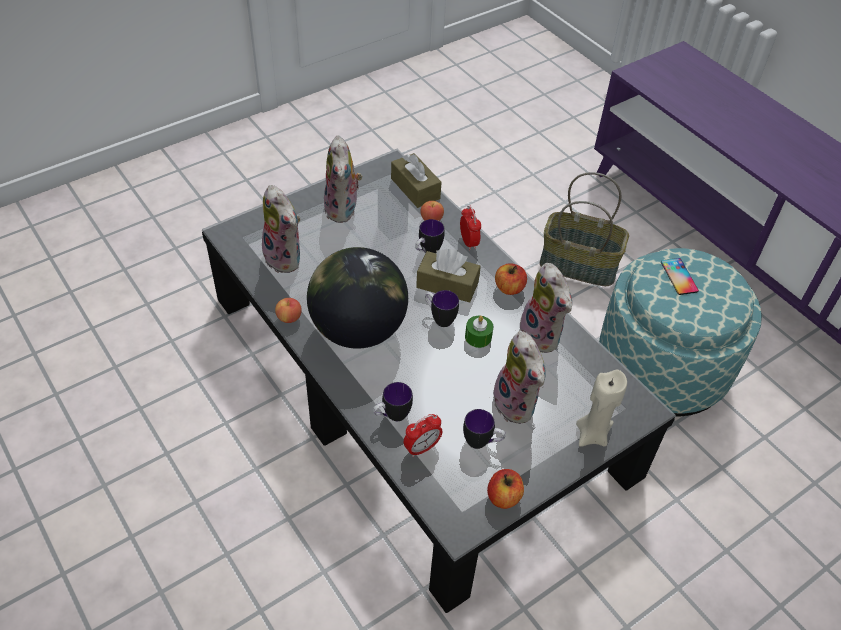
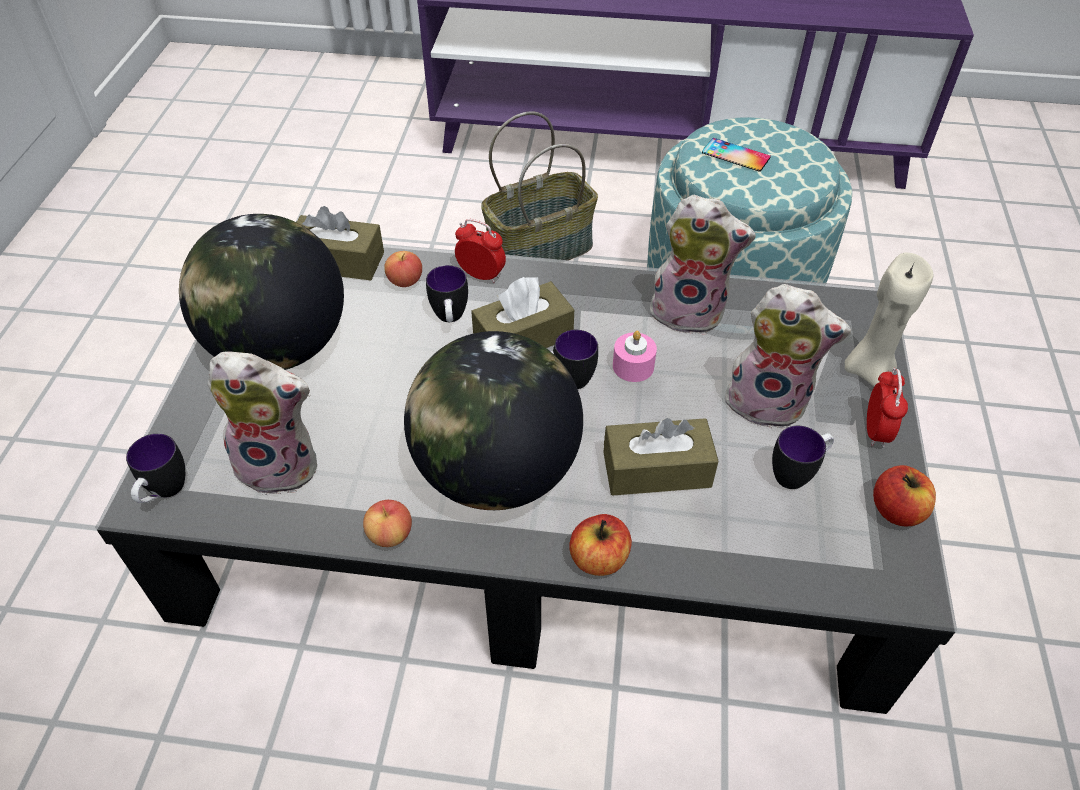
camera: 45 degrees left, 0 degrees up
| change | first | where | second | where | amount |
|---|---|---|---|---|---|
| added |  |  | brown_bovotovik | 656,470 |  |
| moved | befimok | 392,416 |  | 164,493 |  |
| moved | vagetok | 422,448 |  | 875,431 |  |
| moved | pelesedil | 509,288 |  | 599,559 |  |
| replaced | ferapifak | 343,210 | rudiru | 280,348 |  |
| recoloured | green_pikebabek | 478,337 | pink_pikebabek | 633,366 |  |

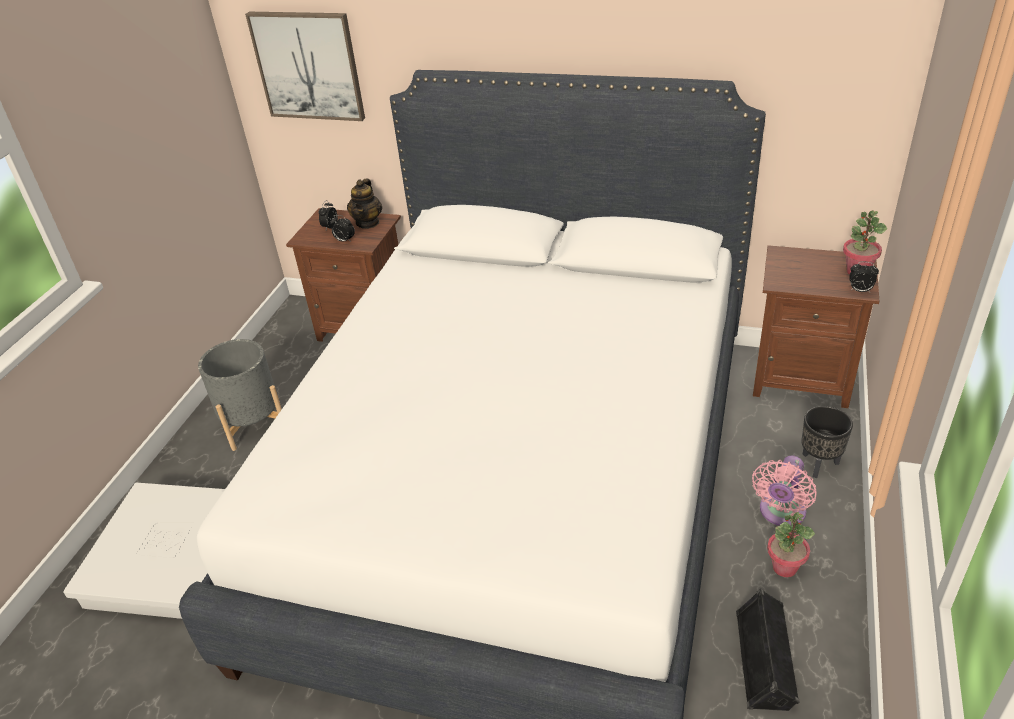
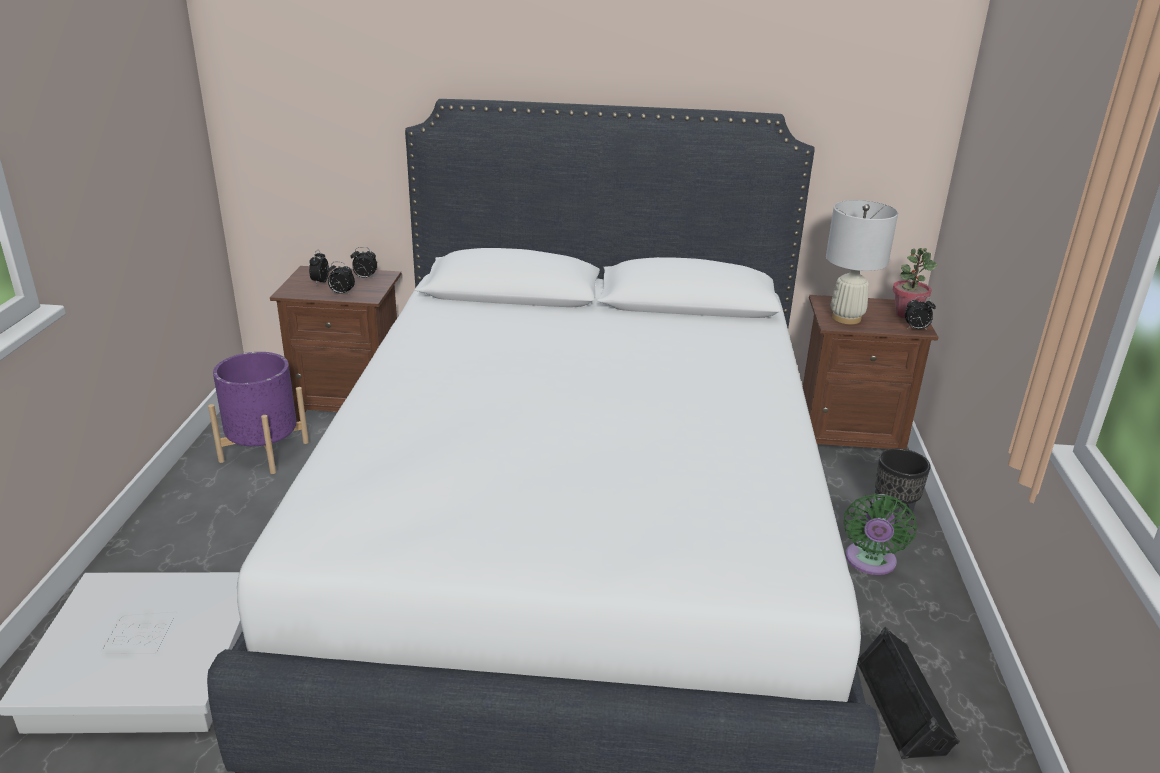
camera: 15 degrees left, 10 degrees down
| change | first | where | second | where | amount |
|---|---|---|---|---|---|
| removed | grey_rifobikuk | 253,424 |  |  |  |
| removed | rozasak | 308,66 |  |  |  |
| removed | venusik | 784,567 |  |  |  |
| added |  |  | purple_rifobikuk | 264,451 |  |
| added |  |  | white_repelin | 846,318 |  |
| replaced | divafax | 368,223 | vagetok | 365,278 |  |
| recoloured | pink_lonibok | 780,513 | green_lonibok | 870,562 |  |

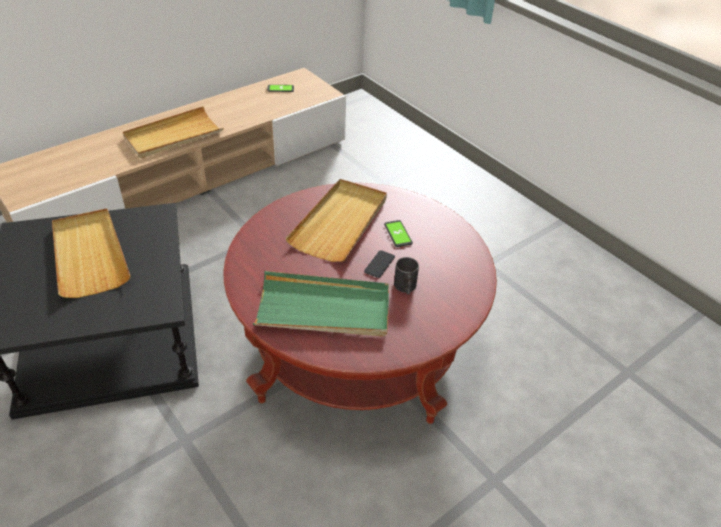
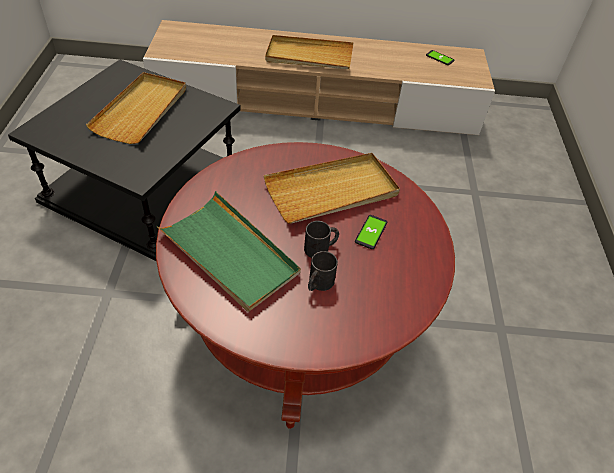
camera: 40 degrees right, 5 degrees up
| change | first | where | second | where | amount |
|---|---|---|---|---|---|
| replaced | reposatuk | 379,264 | black_befimok | 321,248 |  |

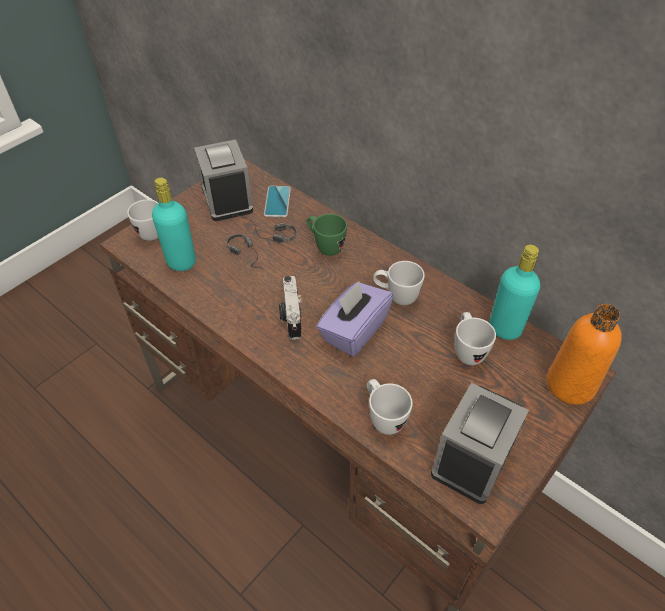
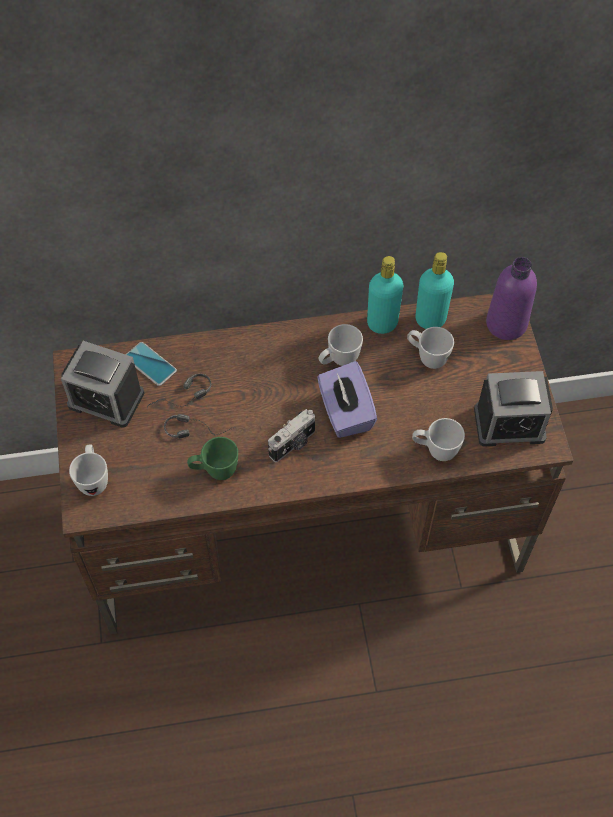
camera: 50 degrees left, 10 degrees up
| change | first | where | second | where | amount |
|---|---|---|---|---|---|
| moved | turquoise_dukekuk | 181,262 |  | 382,323 |  |
| moved | green_befimok | 325,246 |  | 214,471 |  |
| recoloured | orange_dukekuk | 570,385 | purple_dukekuk | 506,323 |  |
| turned | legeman | 291,318 |  | 293,444 | 75 degrees counterclockwise |
| turned | vagetok | 472,458 |  | 509,424 | 75 degrees counterclockwise |

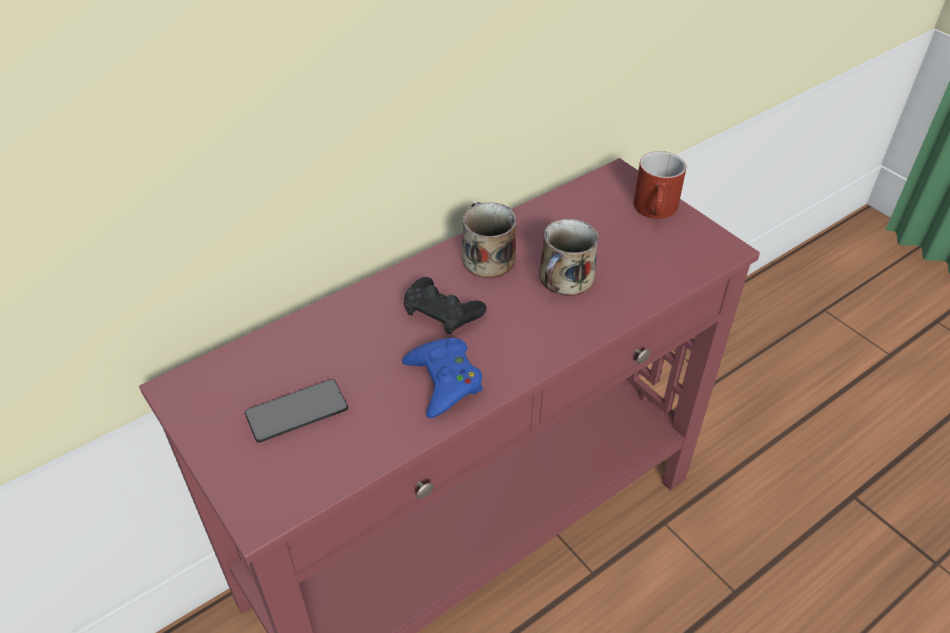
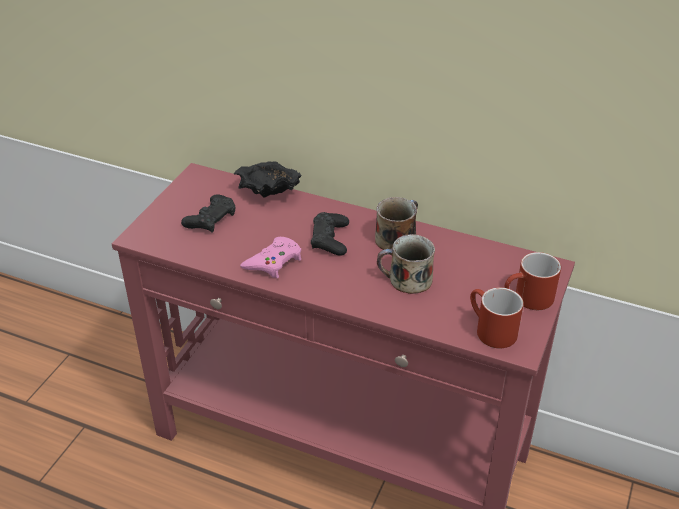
camera: 60 degrees right, 5 degrees down
| change | first | where | second | where | amount |
|---|---|---|---|---|---|
| added |  |  | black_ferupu | 269,195 |  |
| added |  |  | red_befimok | 489,330 |  |
| replaced | reposatuk | 297,412 | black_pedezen | 211,219 |  |
| recoloured | blue_pedezen | 444,381 | pink_pedezen | 274,262 |  |

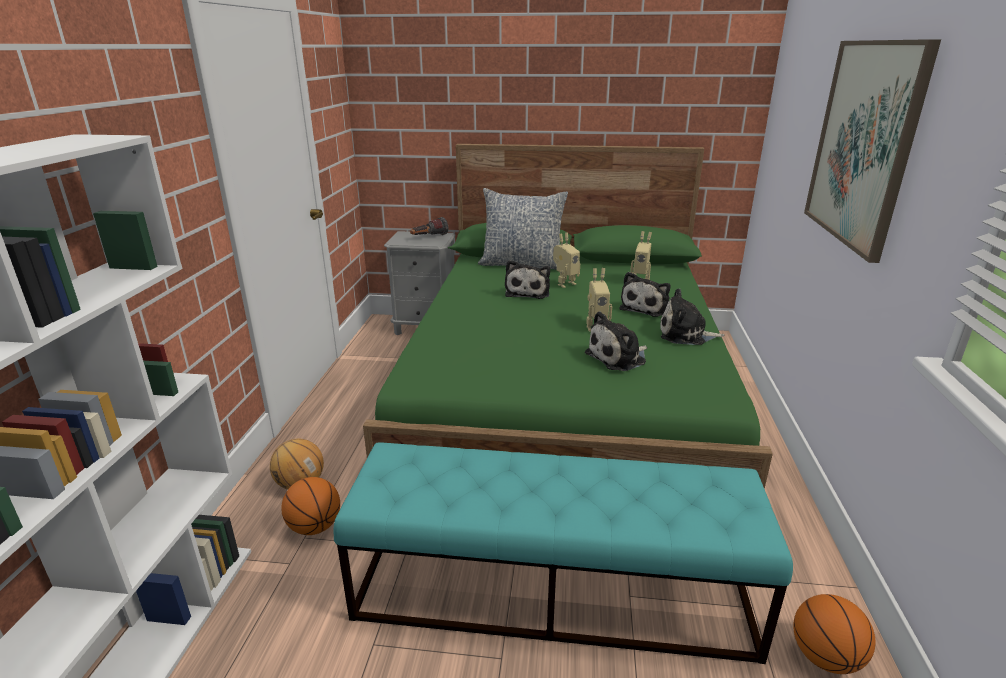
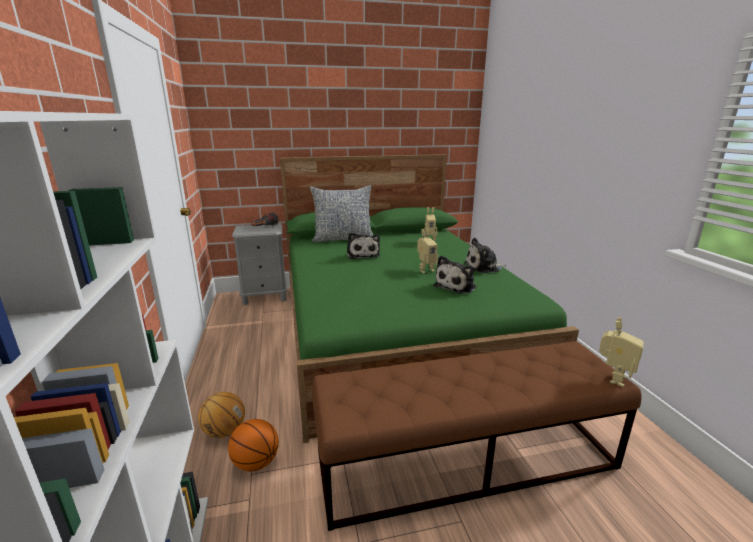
camera: 20 degrees left, 5 degrees down
| change | first | where | second | where | amount |
|---|---|---|---|---|---|
| removed | ferapifak | 646,308 |  |  |  |
| removed | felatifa | 825,657 |  |  |  |
| removed | rozasak | 863,144 |  |  |  |
| moved | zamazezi | 564,284 |  | 613,378 |  |
| recoloured | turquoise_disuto | 554,590 | brown_disuto | 466,459 |  |

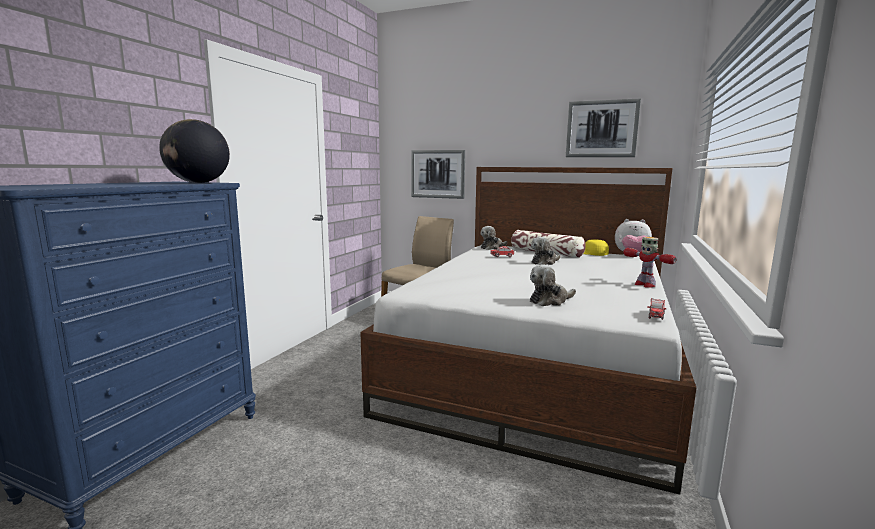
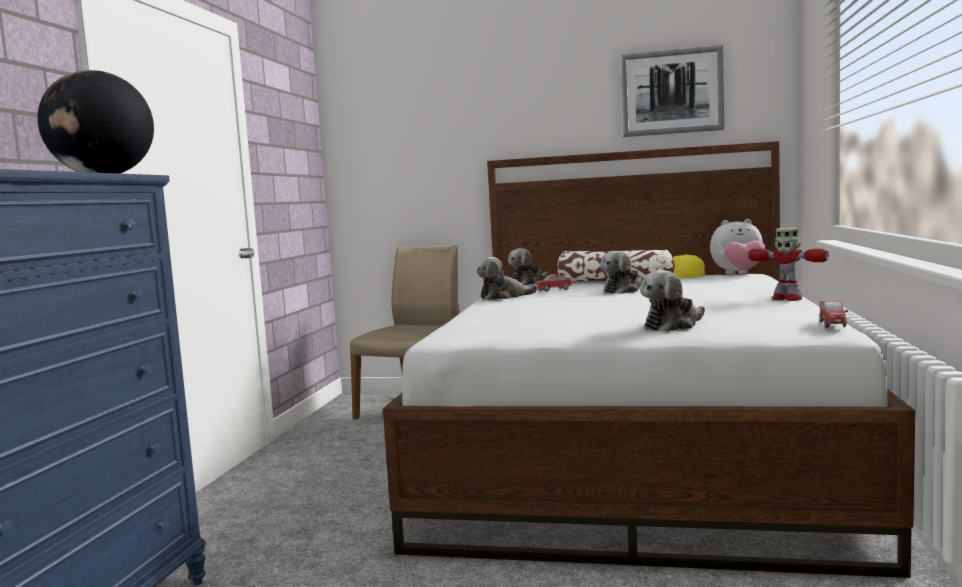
camera: 10 degrees left, 5 degrees down
| change | first | where | second | where | amount |
|---|---|---|---|---|---|
| removed | rozasak | 438,174 |  |  |  |
| added |  |  | ferapifak | 504,297 |  |

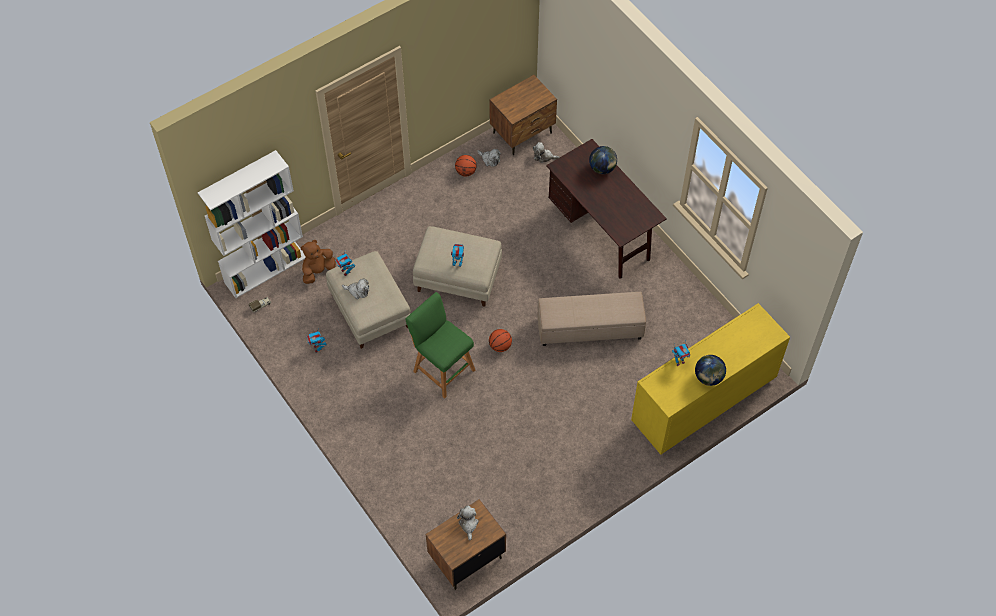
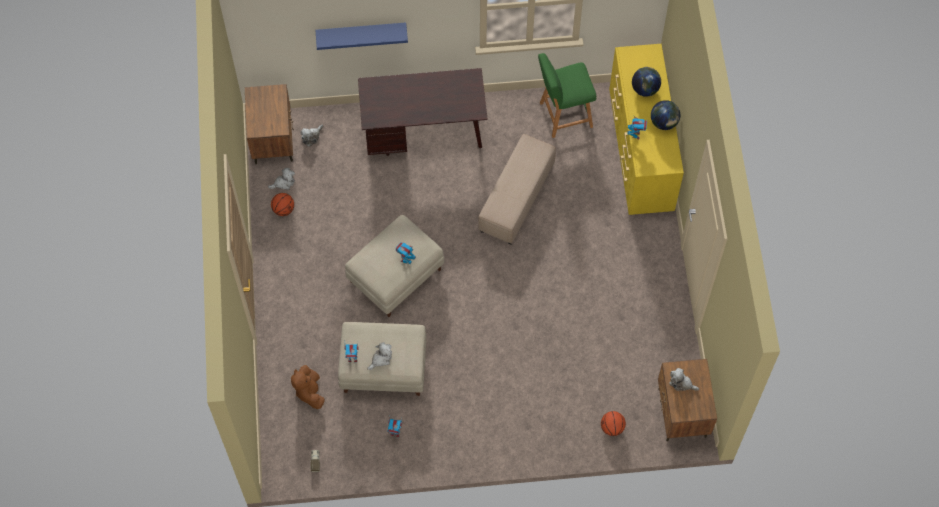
camera: 60 degrees left, 5 degrees up
| change | first | where | second | where | amount |
|---|---|---|---|---|---|
| removed | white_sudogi | 265,269 |  |  |  |
| added |  |  | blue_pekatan | 361,32 |  |
| moved | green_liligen | 442,369 |  | 563,115 |  |
| moved | felatifa | 500,346 |  | 612,427 |  |
| moved | rudiru | 602,168 |  | 645,89 |  |

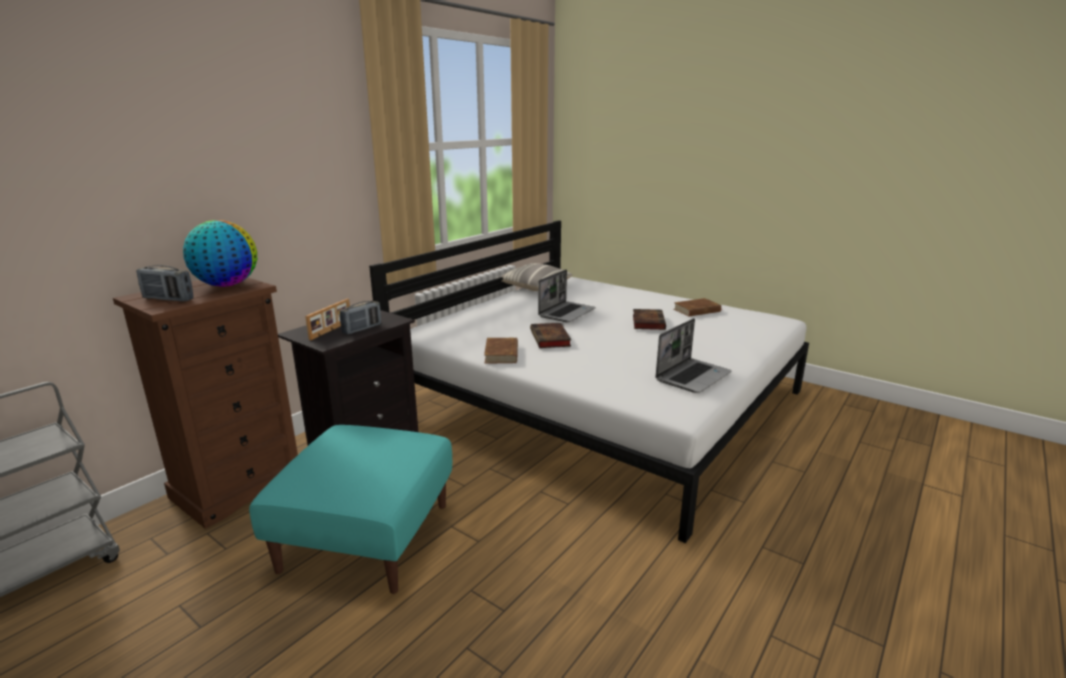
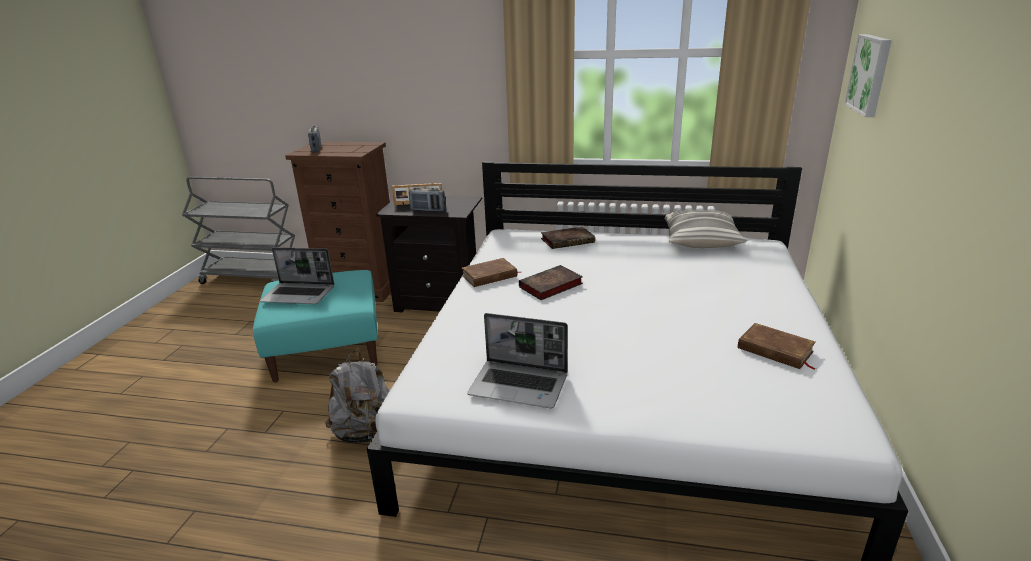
camera: 65 degrees right, 5 degrees up
| change | first | where | second | where | amount |
|---|---|---|---|---|---|
| removed | rudiru | 227,285 |  |  |  |
| added |  |  | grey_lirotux | 366,433 |  |
| added |  |  | rozasak | 870,74 |  |
| moved | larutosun | 567,313 |  | 299,294 |  |
| moved | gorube | 647,322 |  | 568,240 |  |

